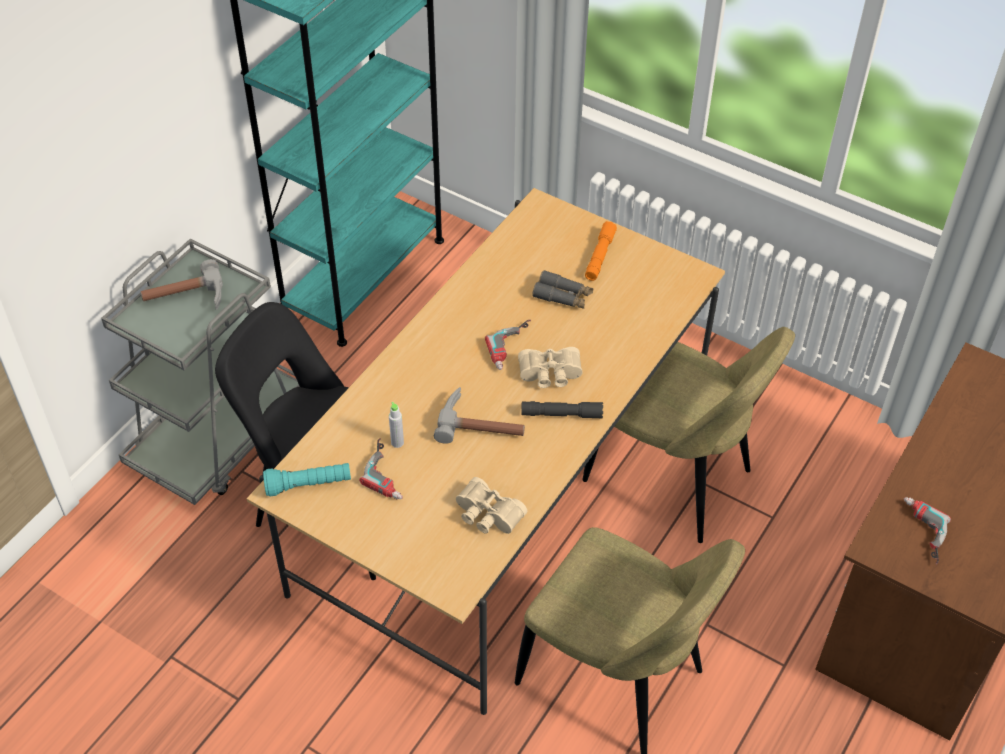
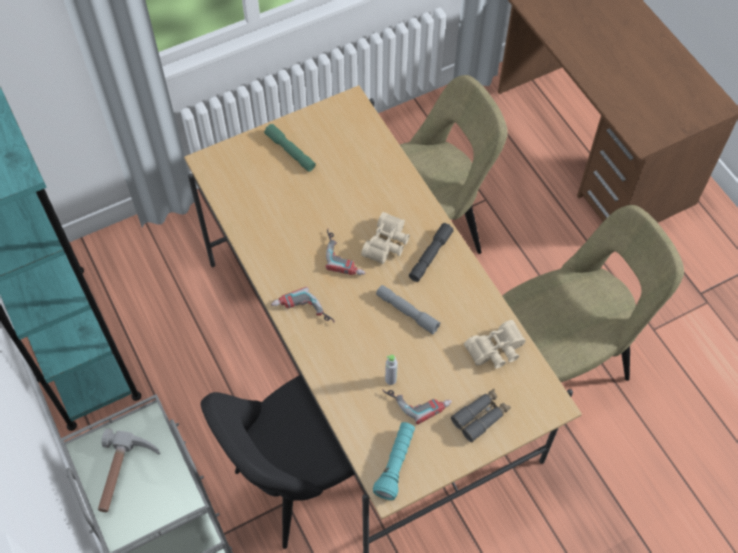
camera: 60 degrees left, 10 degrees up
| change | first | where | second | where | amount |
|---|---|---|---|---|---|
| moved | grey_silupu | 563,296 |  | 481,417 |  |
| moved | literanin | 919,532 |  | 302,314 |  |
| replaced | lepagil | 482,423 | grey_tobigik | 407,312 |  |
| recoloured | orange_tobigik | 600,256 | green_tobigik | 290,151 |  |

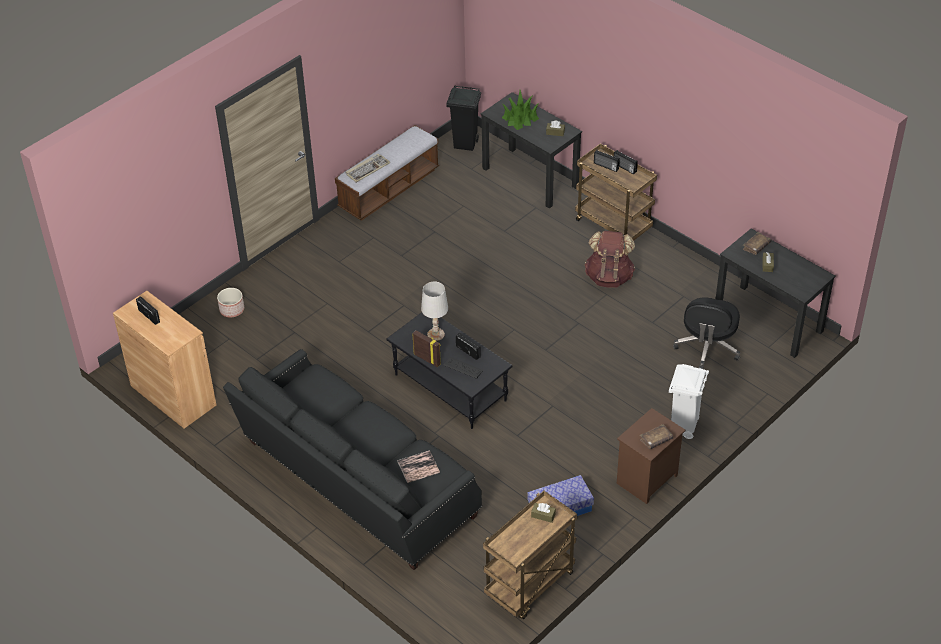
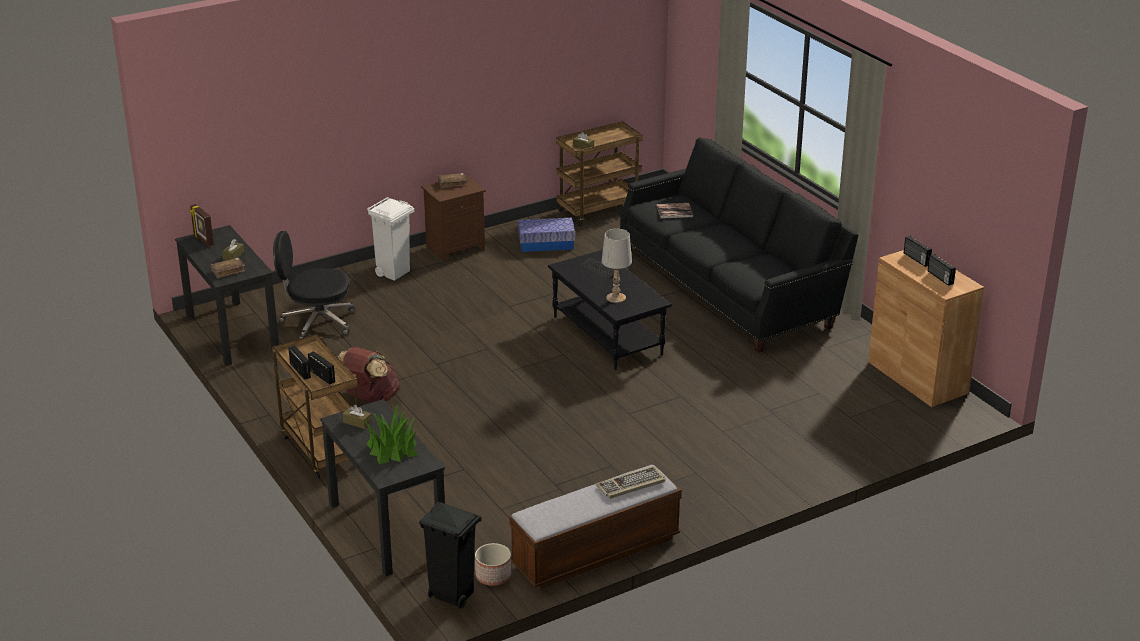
camera: 165 degrees left, 15 degrees down
| change | first | where | second | where | amount |
|---|---|---|---|---|---|
| moved | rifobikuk | 232,309 |  | 493,576 |  |
| moved | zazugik | 427,359 |  | 203,240 |  |
| moved | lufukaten | 468,351 |  | 916,259 |  |
| turned | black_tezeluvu | 707,347 |  | 317,322 | 120 degrees counterclockwise |

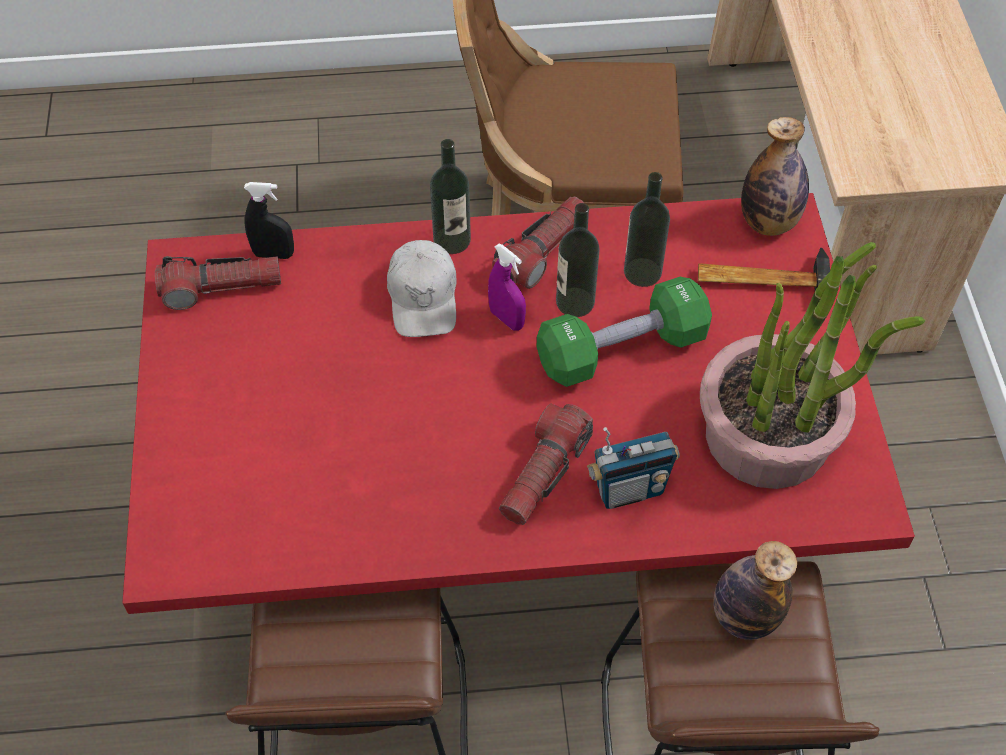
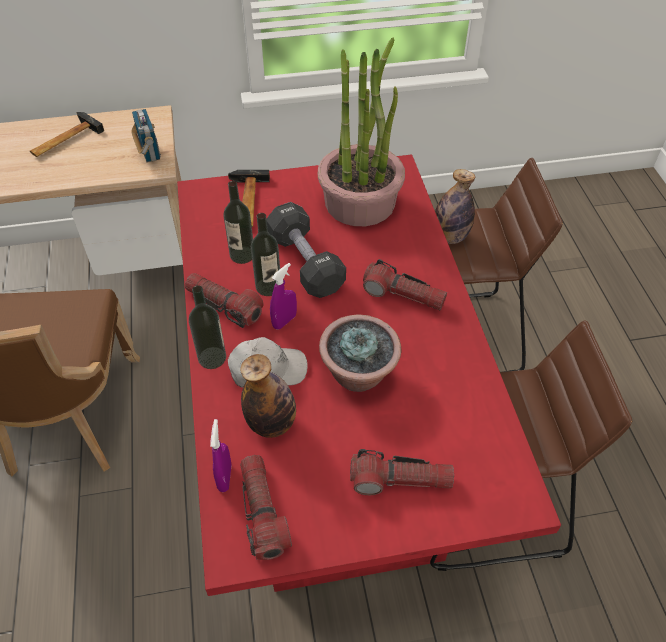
camera: 95 degrees left, 5 degrees down
| change | first | where | second | where | amount |
|---|---|---|---|---|---|
| added |  |  | lepagil | 63,139 |  |
| added |  |  | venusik | 359,374 |  |
| added |  |  | tobigik | 400,480 |  |
| moved | lufukaten | 629,490 |  | 149,153 |  |
| moved | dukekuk | 768,222 |  | 271,423 |  |
| recoloured | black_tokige | 273,254 | purple_tokige | 225,477 |  |
| recoloured | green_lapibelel | 622,349 | black_lapibelel | 305,263 |  |

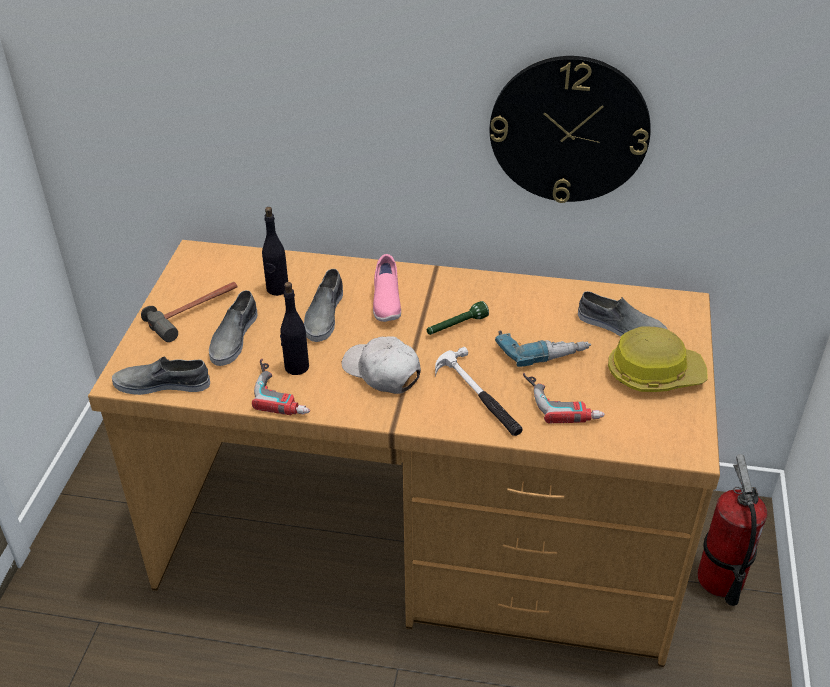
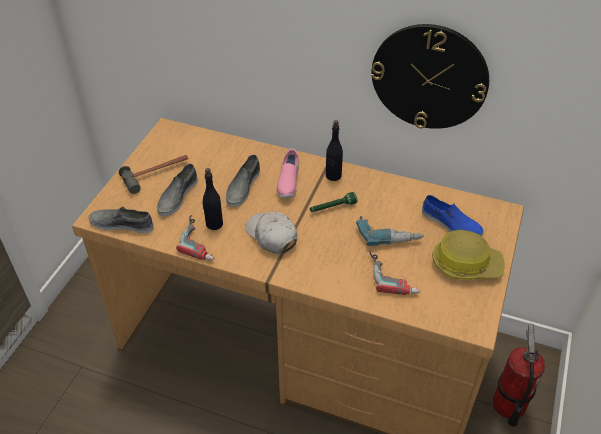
camera: 10 degrees right, 5 degrees up
| change | first | where | second | where | amount |
|---|---|---|---|---|---|
| removed | lepagil | 479,396 |  |  |  |
| moved | black_dukekuk | 277,289 |  | 333,176 |  |
| recoloured | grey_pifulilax | 620,327 | blue_pifulilax | 450,224 |  |

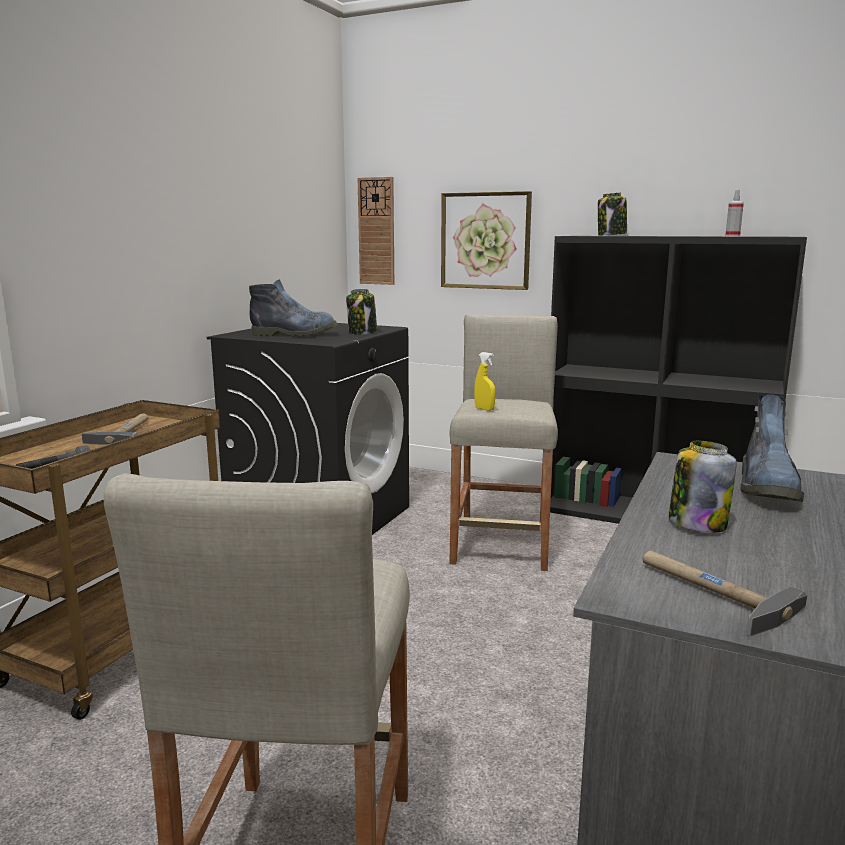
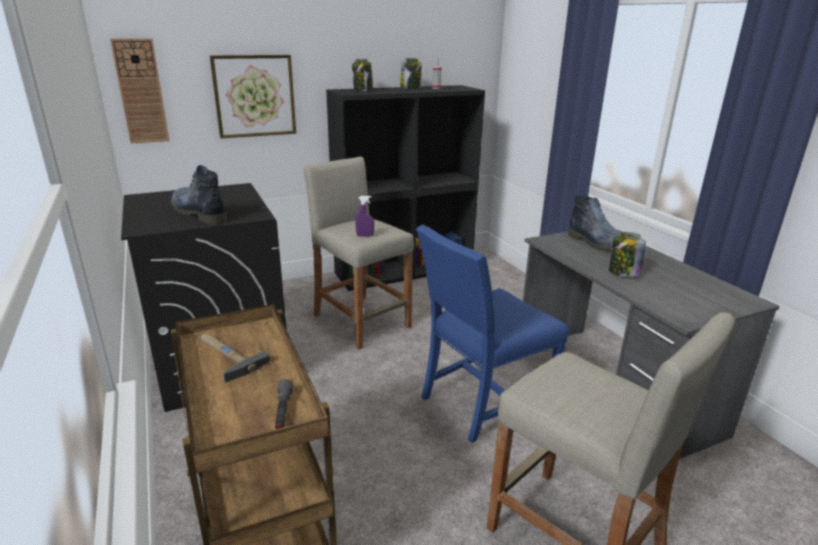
camera: 50 degrees left, 10 degrees up
| change | first | where | second | where | amount |
|---|---|---|---|---|---|
| removed | lepagil | 708,592 |  |  |  |
| added |  |  | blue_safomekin | 482,401 |  |
| moved | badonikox | 362,332 |  | 411,88 |  |
| recoloured | yellow_tokige | 484,409 | purple_tokige | 365,236 |  |
| turned | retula | 296,334 |  | 198,213 | 90 degrees counterclockwise |

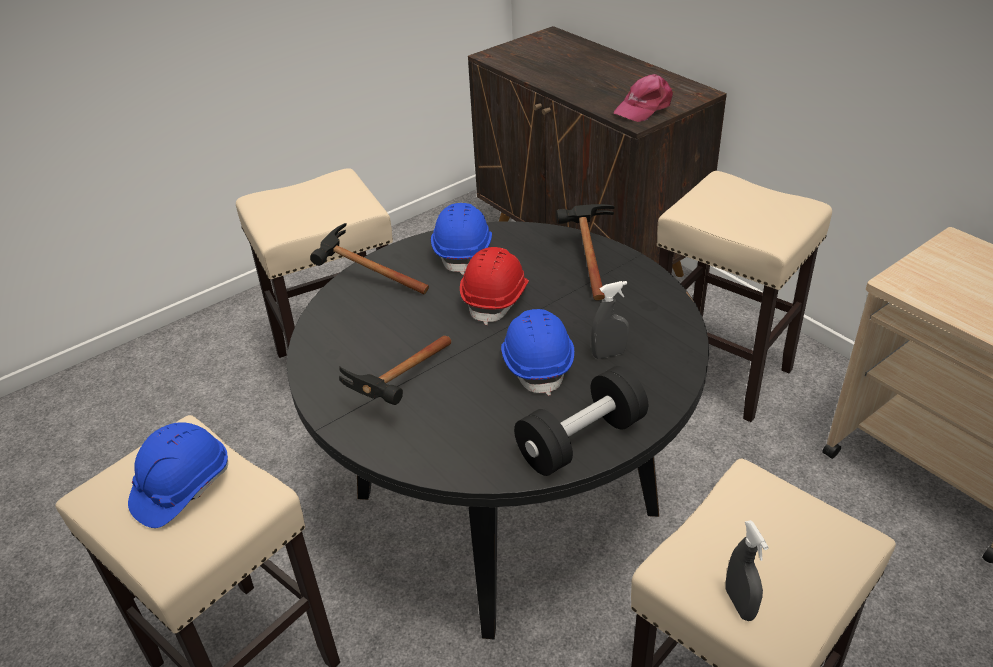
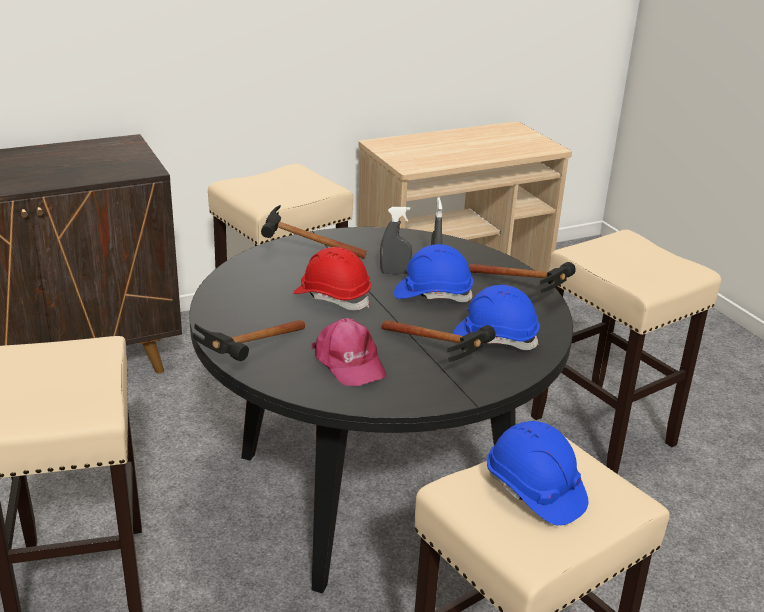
camera: 80 degrees left, 10 degrees down
| change | first | where | second | where | amount |
|---|---|---|---|---|---|
| moved | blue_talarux | 463,251 |  | 495,338 |  |
| moved | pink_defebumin | 644,107 |  | 349,362 |  |
| moved | grey_tokige | 739,604 |  | 395,273 |  |
| replaced | black_lapibelel | 581,440 | lepagil | 526,293 |  |

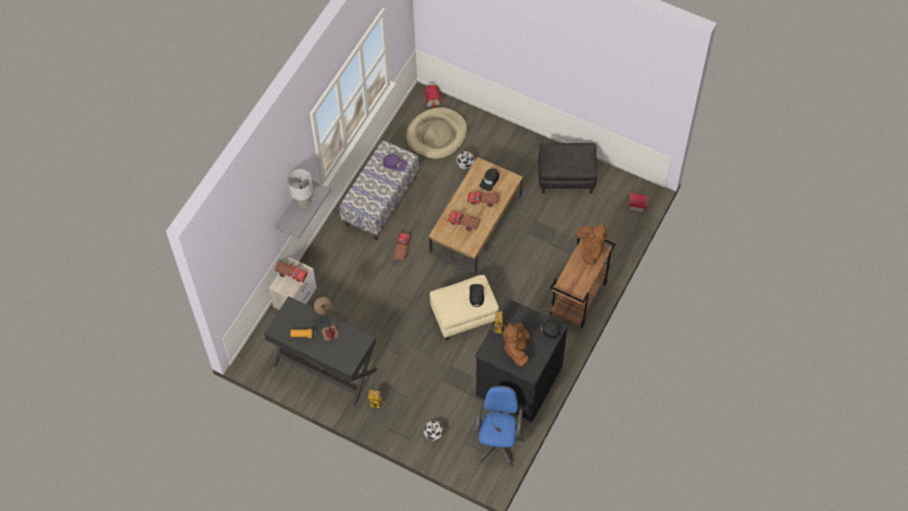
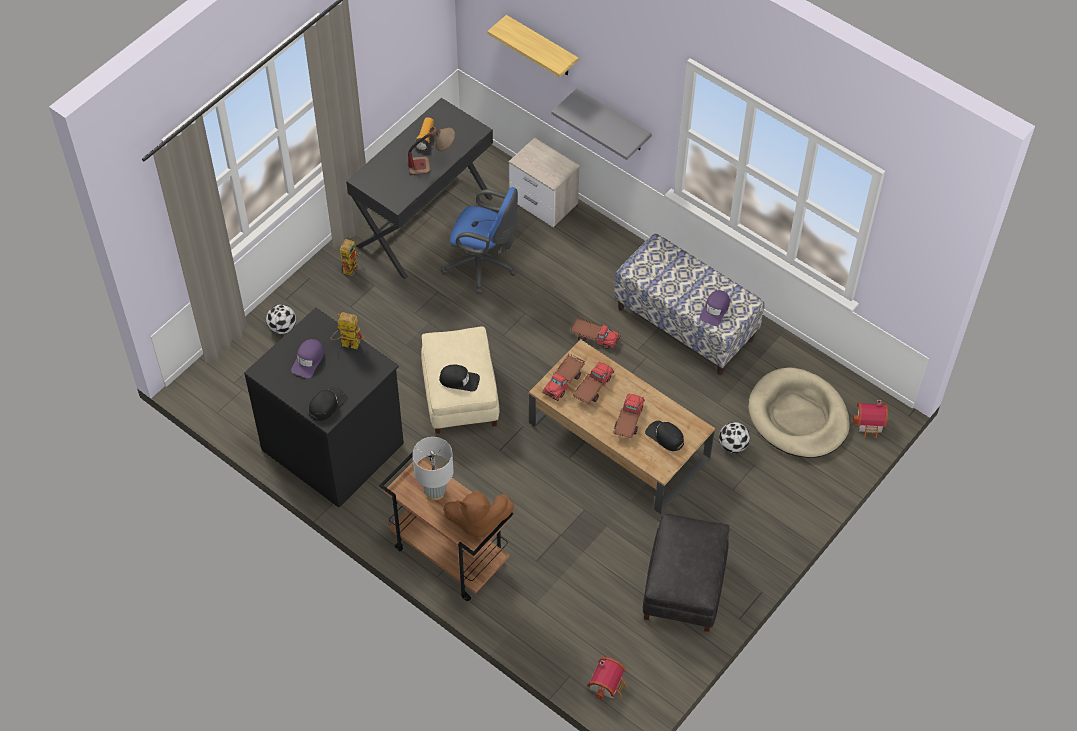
camera: 100 degrees right, 5 degrees down
| change | first | where | second | where | amount |
|---|---|---|---|---|---|
| added |  |  | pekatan | 542,47 |  |
| moved | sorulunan | 291,273 |  | 564,381 |  |
| moved | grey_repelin | 303,203 |  | 435,492 |  |
| moved | blue_tezeluvu | 498,441 |  | 483,266 |  |
| replaced | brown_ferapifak | 517,349 | purple_defebumin | 308,360 |  |

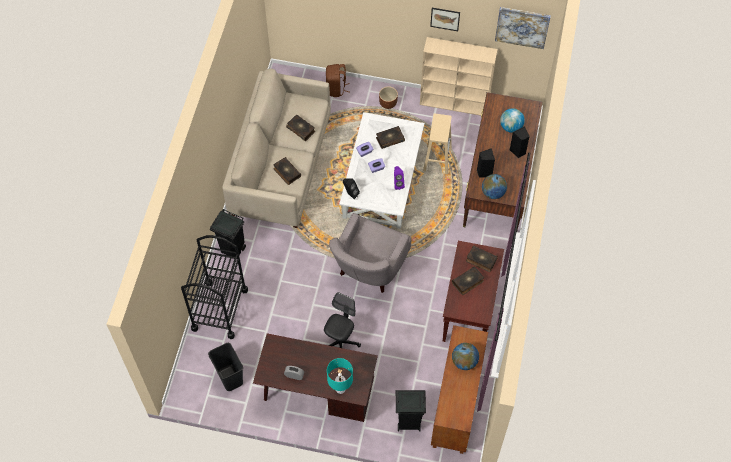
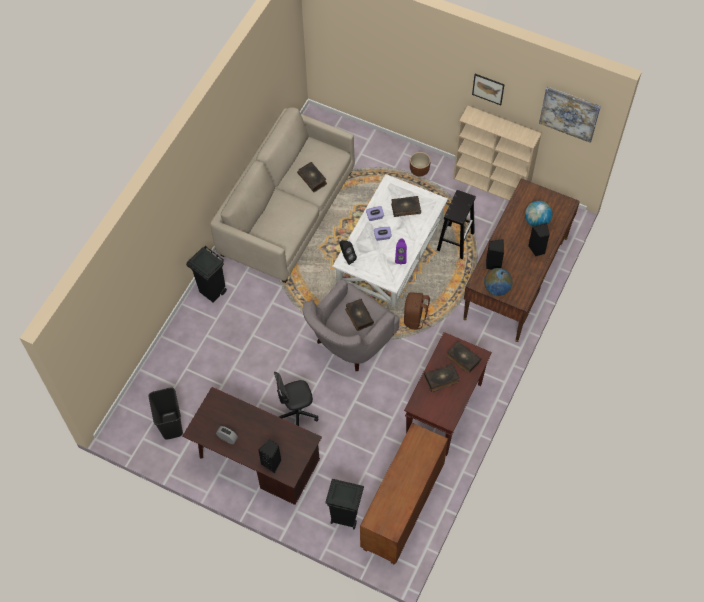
camera: 15 degrees right, 0 degrees up
| change | first | where | second | where | amount |
|---|---|---|---|---|---|
| removed | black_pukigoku | 219,309 |  |  |  |
| removed | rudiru | 464,361 |  |  |  |
| moved | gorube | 286,173 |  | 359,317 |  |
| moved | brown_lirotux | 336,89 |  | 416,319 |  |
| replaced | turquoise_repelin | 340,388 | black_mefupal | 272,463 |  |
| recoloured | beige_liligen | 437,159 | black_liligen | 455,241 |  |
| turned | black_tezeluvu | 340,342 |  | 297,414 | 150 degrees counterclockwise |

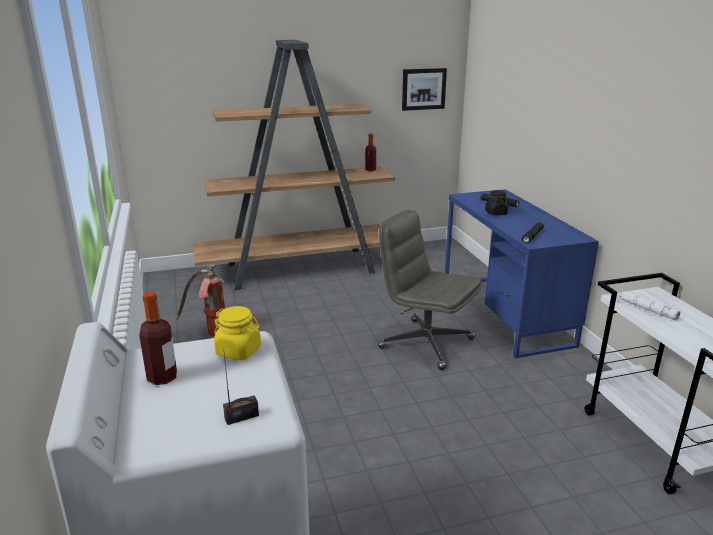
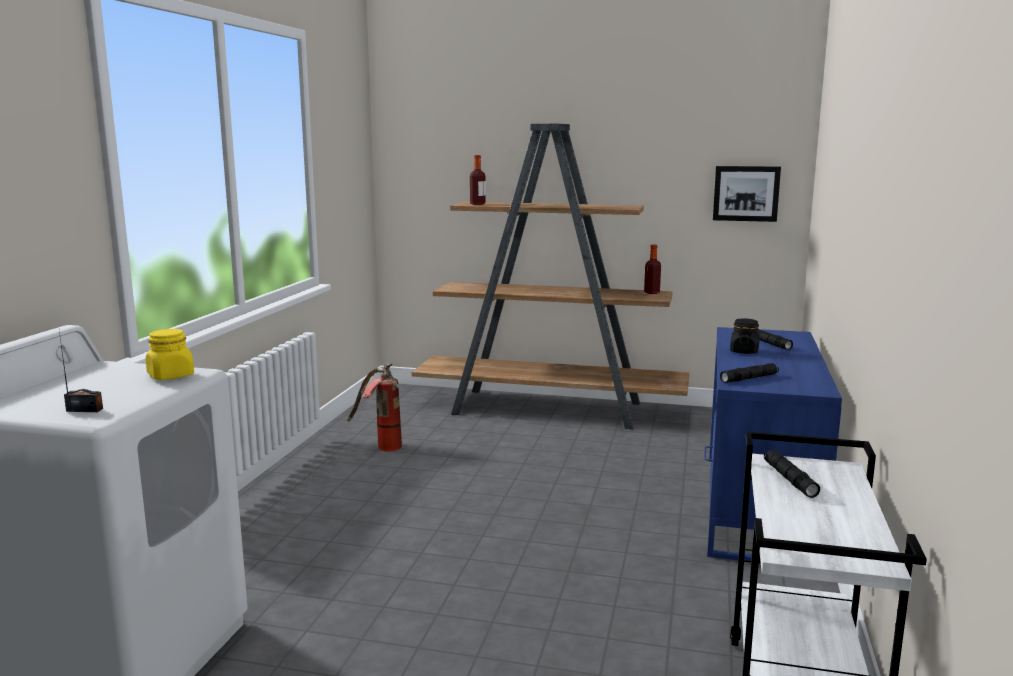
camera: 30 degrees right, 10 degrees down
| change | first | where | second | where | amount |
|---|---|---|---|---|---|
| removed | grey_tezeluvu | 425,343 |  |  |  |
| moved | dukekuk | 162,377 |  | 477,204 |  |
| recoloured | white_tobigik | 648,310 | black_tobigik | 789,479 |  |

